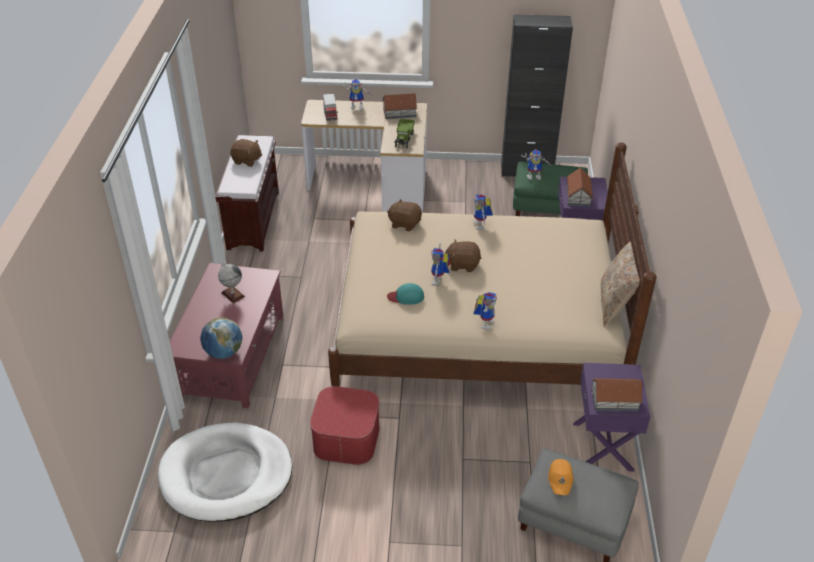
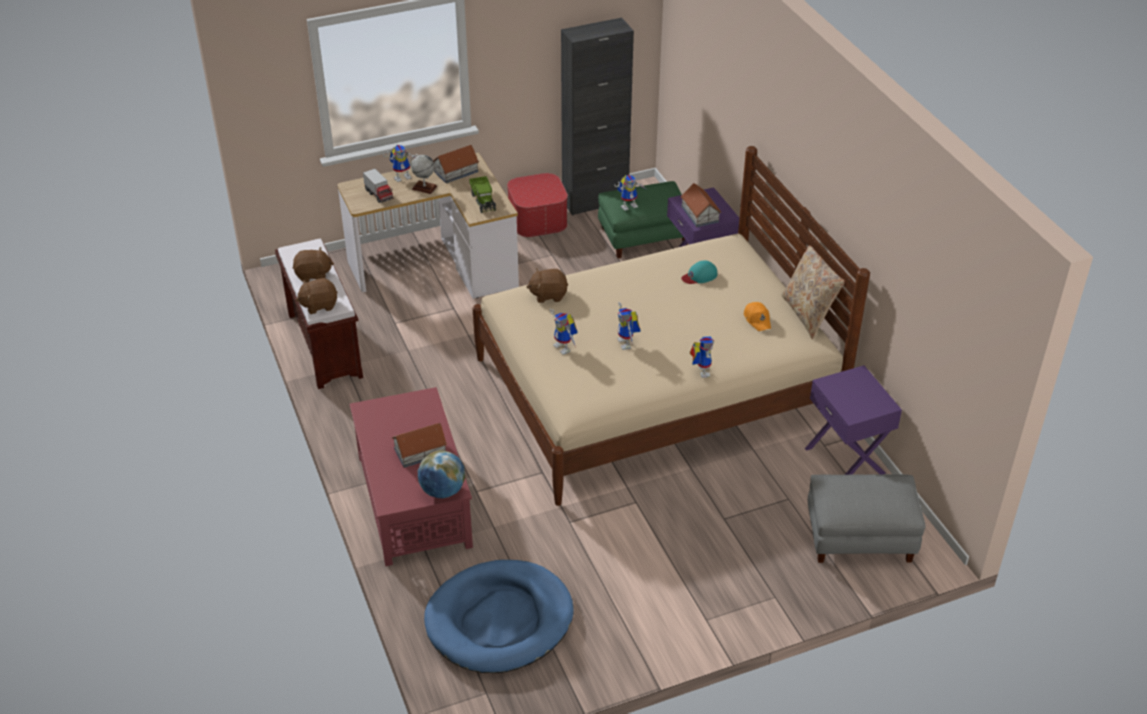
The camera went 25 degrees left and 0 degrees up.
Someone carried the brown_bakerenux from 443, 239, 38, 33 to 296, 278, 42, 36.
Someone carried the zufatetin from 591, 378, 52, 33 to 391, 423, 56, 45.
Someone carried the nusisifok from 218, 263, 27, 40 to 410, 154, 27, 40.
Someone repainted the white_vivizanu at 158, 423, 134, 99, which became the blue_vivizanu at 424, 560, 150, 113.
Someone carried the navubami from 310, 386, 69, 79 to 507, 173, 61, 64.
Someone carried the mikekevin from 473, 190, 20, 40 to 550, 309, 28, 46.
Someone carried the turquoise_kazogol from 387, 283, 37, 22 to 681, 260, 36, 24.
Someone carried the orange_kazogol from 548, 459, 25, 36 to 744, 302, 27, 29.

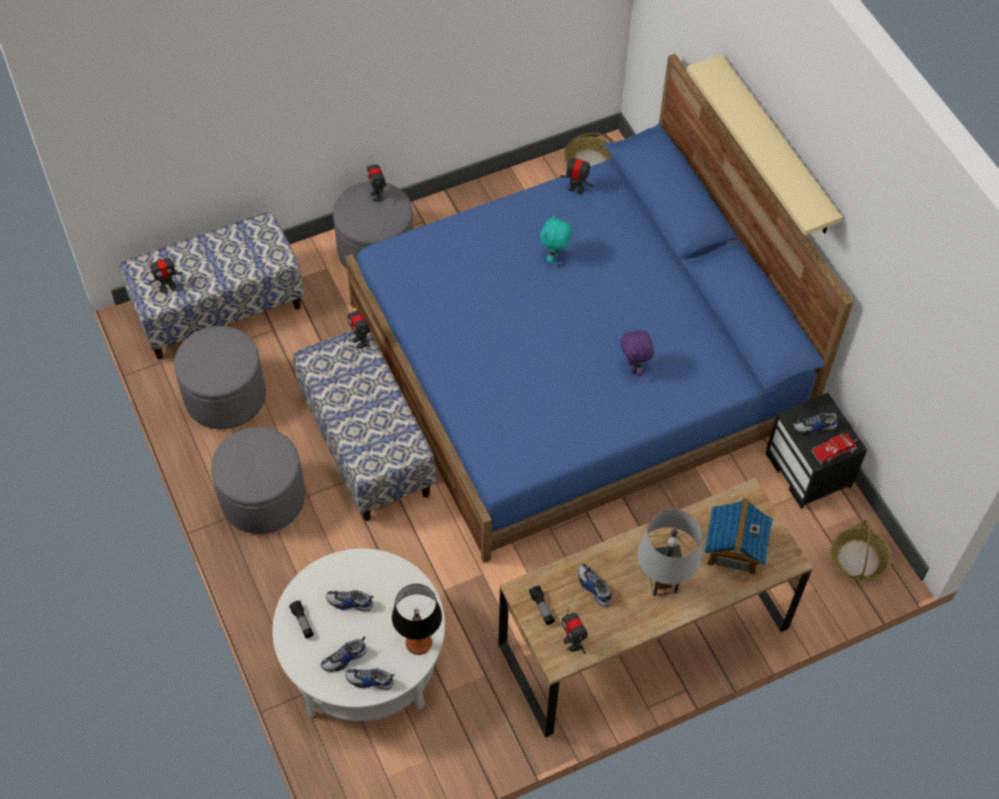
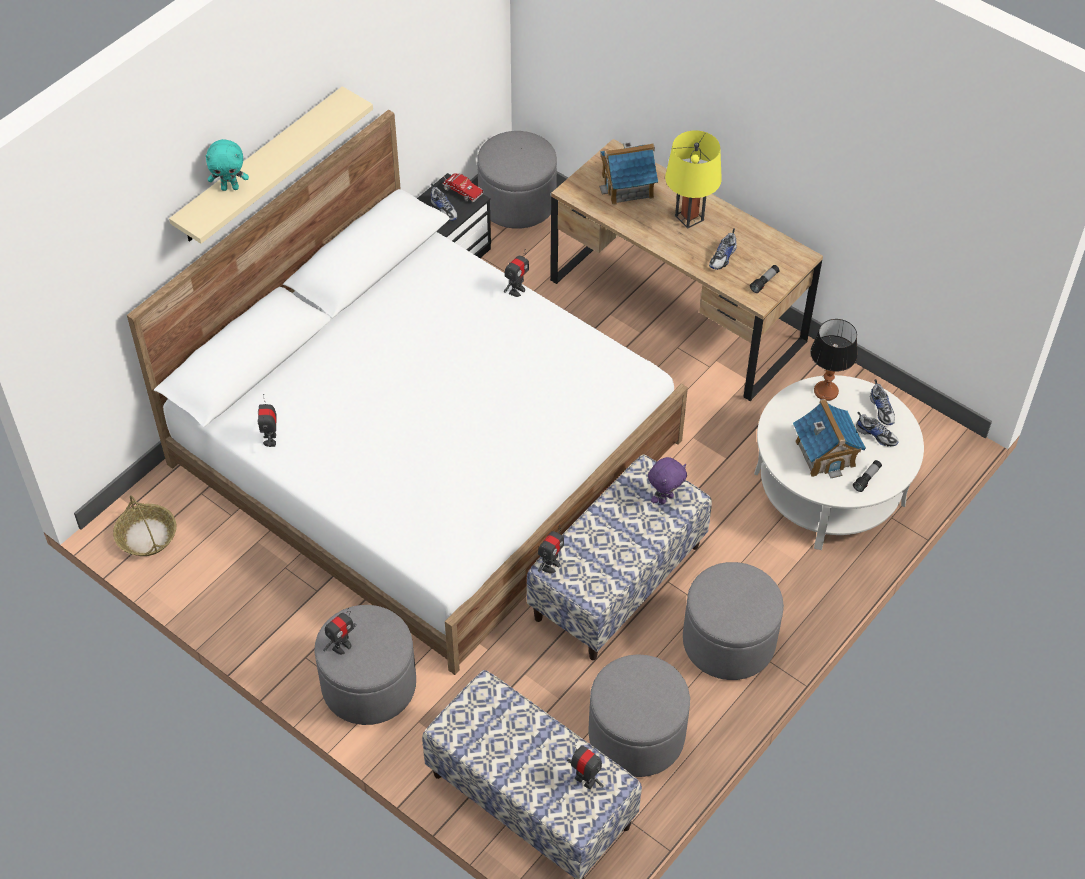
The camera went 115 degrees left and 5 degrees down.
Someone repainted the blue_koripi at 345, 54, 509, 509, which became the white_koripi at 127, 110, 561, 565.
Someone carried the turquoise_bakerenux from 540, 214, 32, 49 to 205, 139, 44, 52.
Someone swapped the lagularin at 831, 519, 61, 62 for the grey_navubami at 477, 131, 80, 98.
Someone carried the mikekevin from 562, 606, 26, 48 to 504, 249, 25, 48.
Someone carried the purple_bakerenux from 620, 330, 34, 46 to 648, 457, 39, 48.
Someone repainted the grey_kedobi at 638, 509, 64, 87, which became the yellow_kedobi at 665, 130, 57, 98.
Someone swapped the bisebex at 326, 590, 47, 22 for the zufatetin at 793, 399, 73, 79.

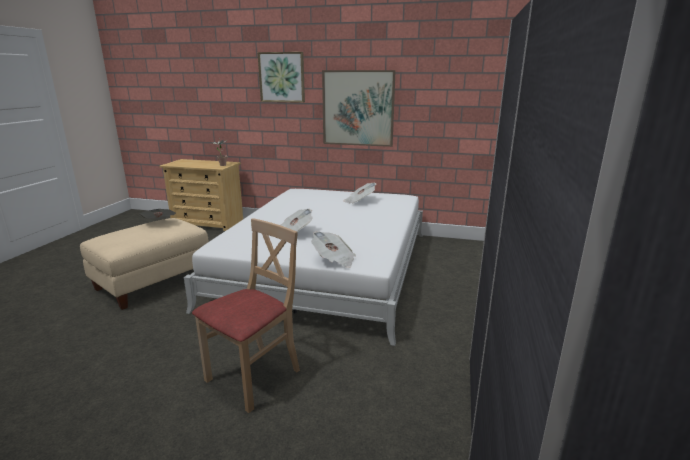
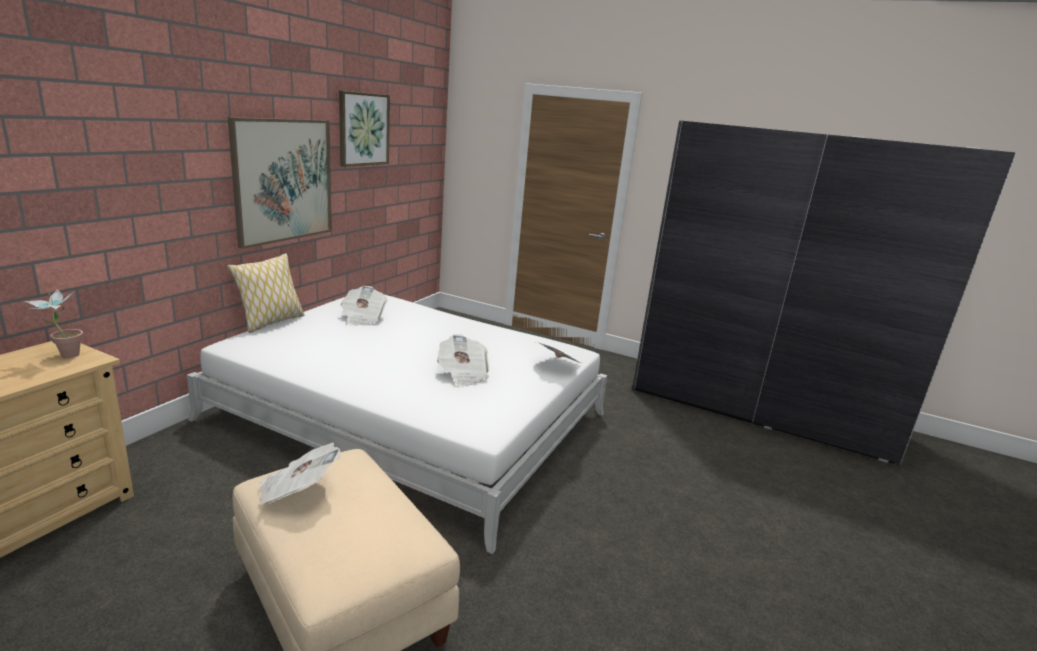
The camera went 80 degrees left and 0 degrees up.
Someone put down the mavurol at 227, 253, 78, 80.
Someone carried the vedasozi from 258, 52, 47, 51 to 339, 90, 51, 77.
Someone took away the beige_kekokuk at 192, 218, 108, 195.

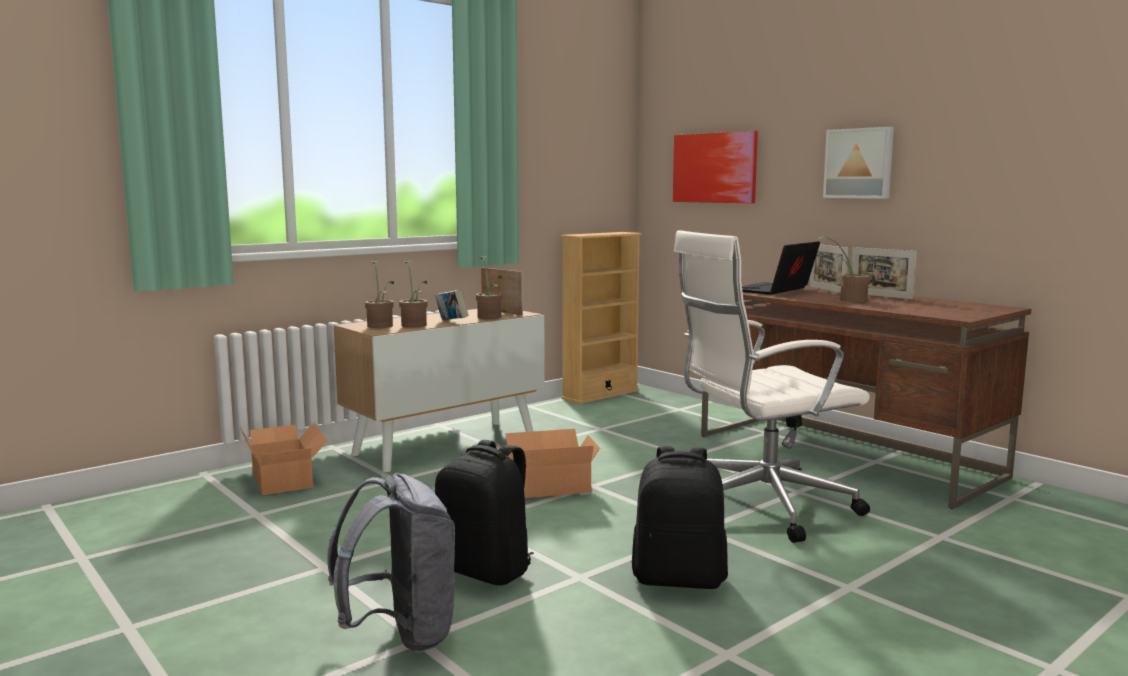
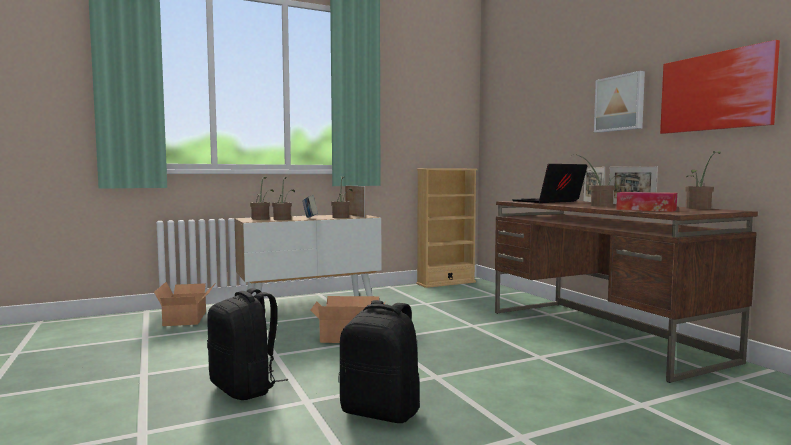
The camera went 15 degrees right and 5 degrees down.
Someone put down the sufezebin at 616, 192, 61, 20.
Someone carried the vedasozi from 673, 131, 85, 72 to 660, 40, 120, 94.
Someone put down the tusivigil at 685, 151, 36, 58.
Someone took away the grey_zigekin at 327, 473, 130, 179.
Someone took away the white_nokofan at 674, 230, 196, 313.

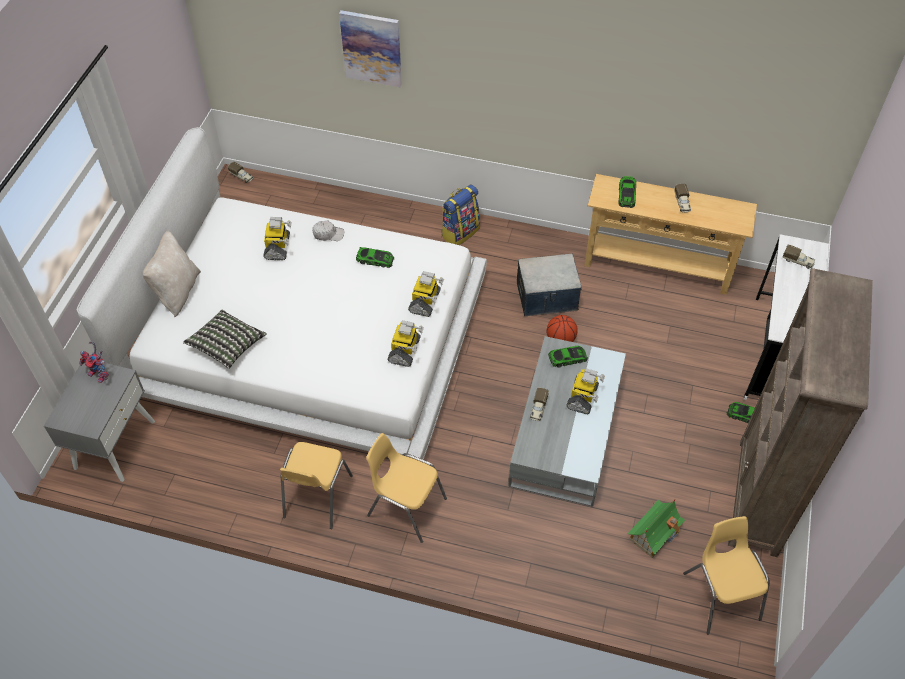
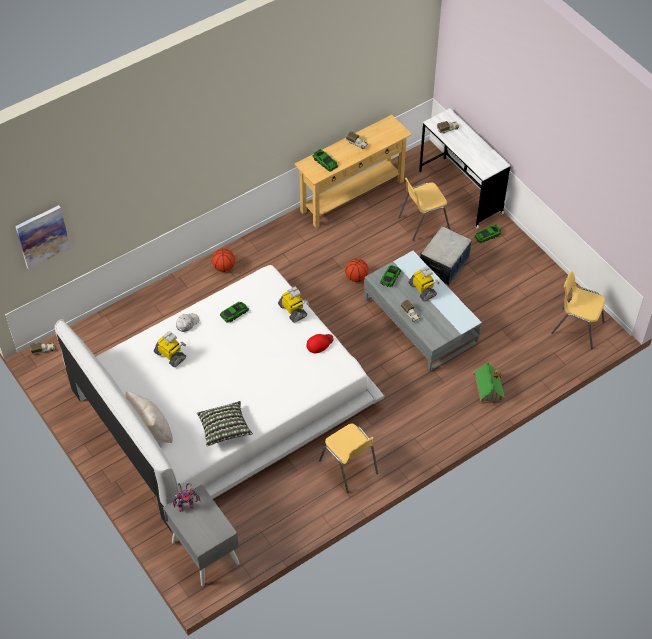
The camera went 50 degrees left and 0 degrees up.
Someone carried the vedasozi from 339, 10, 63, 77 to 15, 205, 56, 65.
Someone swapped the zigekin at 441, 184, 39, 61 for the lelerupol at 212, 249, 23, 23.
Someone swapped the mikekevin at 388, 320, 36, 47 for the red_kazogol at 307, 334, 27, 19.
Someone carried the yellow_kekokuk from 366, 433, 81, 110 to 398, 178, 52, 63.
Someone carried the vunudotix from 517, 254, 65, 62 to 420, 226, 52, 59.
Someone carried the zufatetin from 627, 500, 58, 58 to 473, 360, 32, 44.
Someone took away the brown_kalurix at 728, 268, 145, 289.

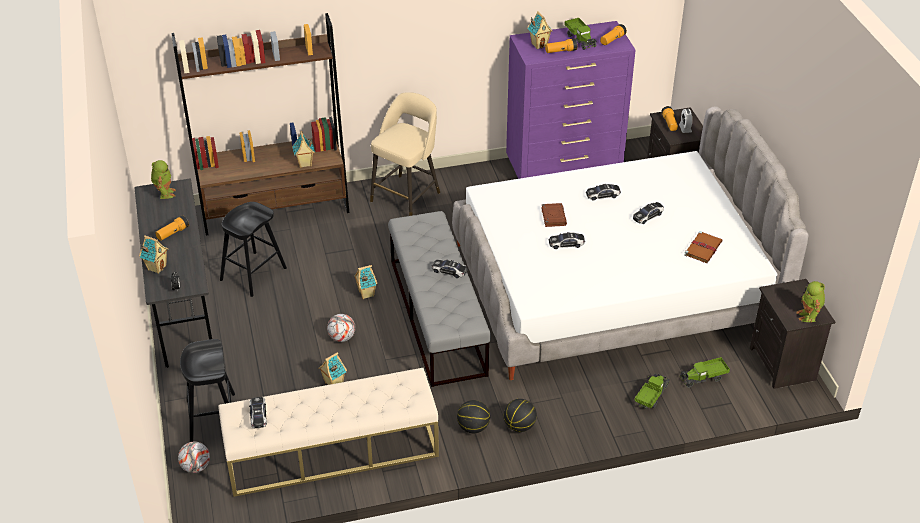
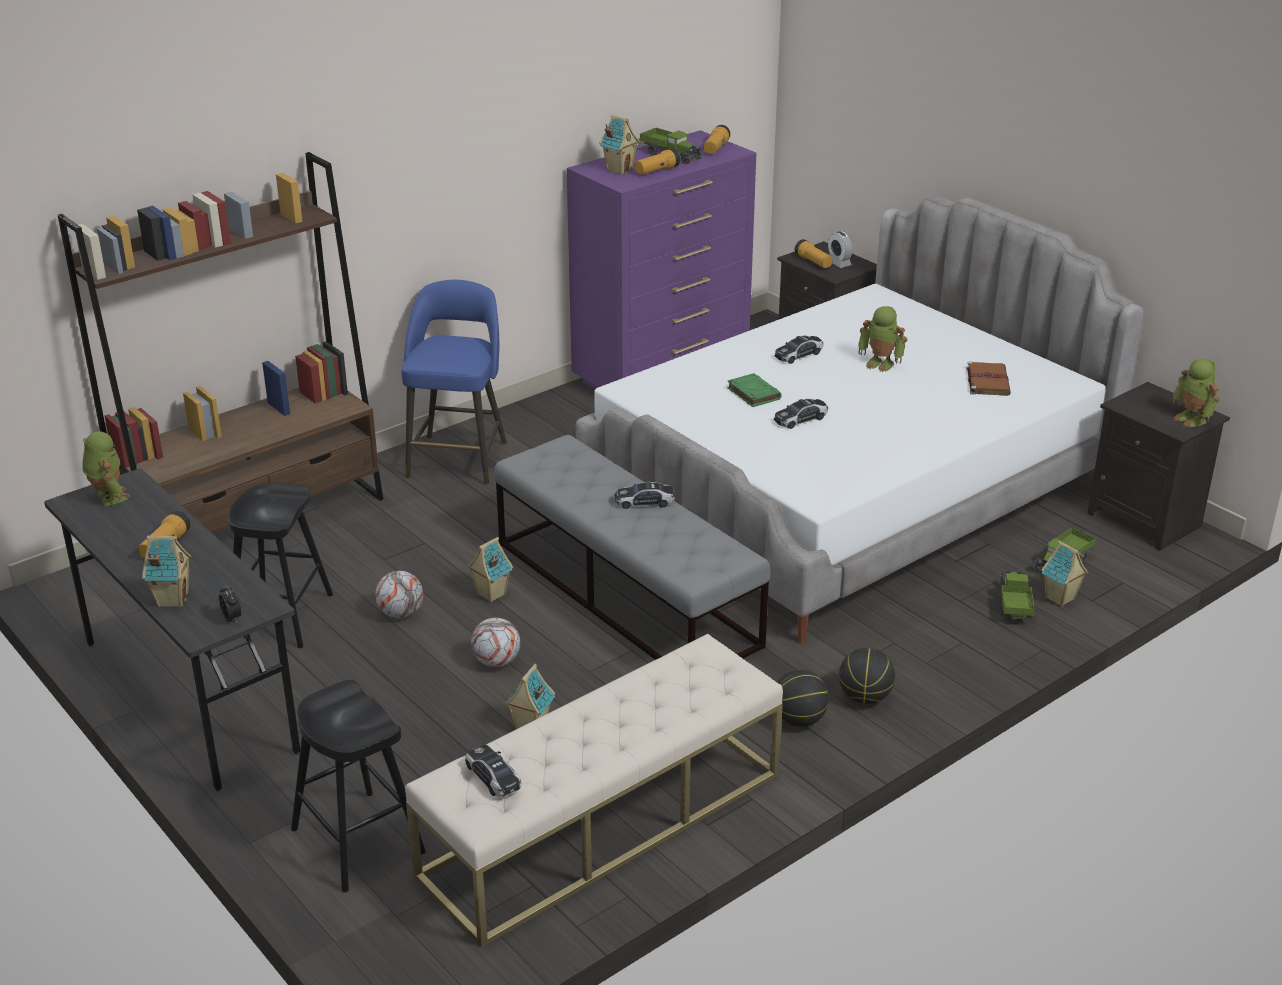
The camera went 25 degrees left and 10 degrees down.
Someone carried the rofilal from 178, 441, 32, 32 to 375, 571, 48, 47.
Someone repainted the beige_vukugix at 370, 92, 70, 124, which became the blue_vukugix at 401, 280, 106, 205.
Someone repainted the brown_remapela at 541, 203, 26, 24, which became the green_remapela at 727, 373, 55, 34.
Someone swapped the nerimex at 633, 202, 31, 22 for the mikekevin at 858, 306, 49, 66.
Someone carried the zufatetin from 292, 131, 23, 37 to 1041, 541, 47, 66.

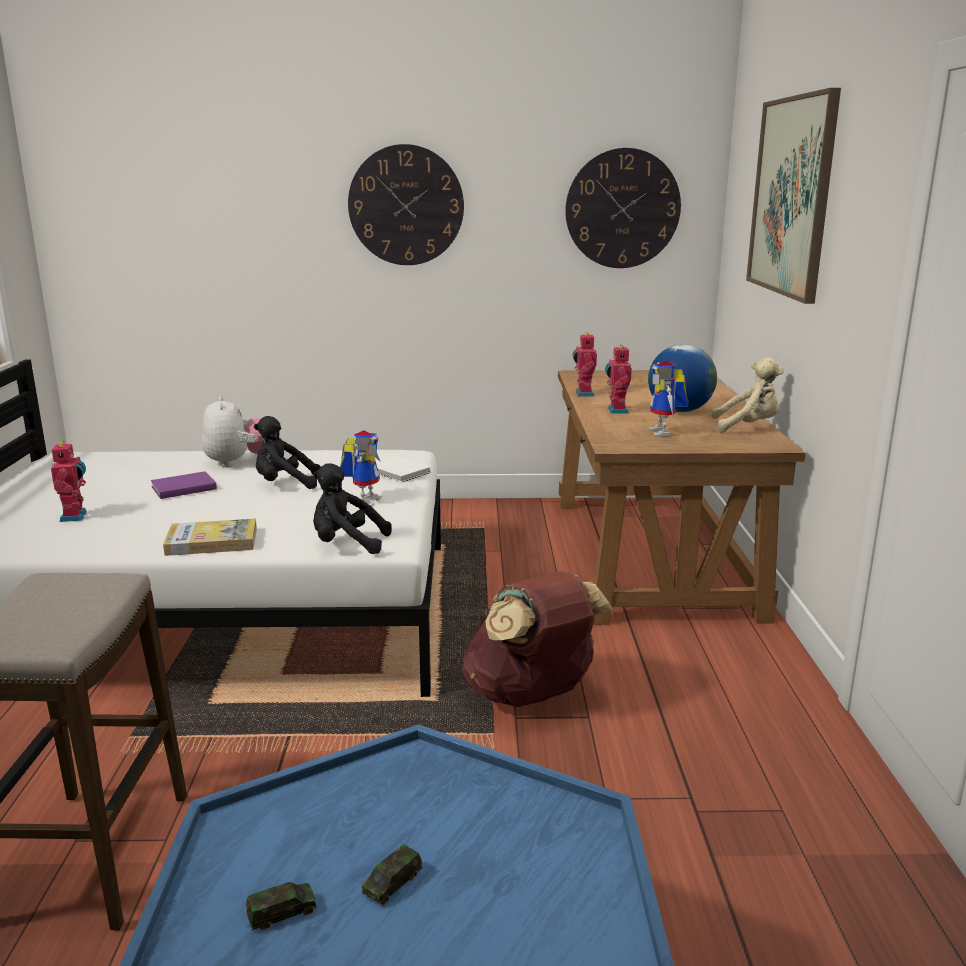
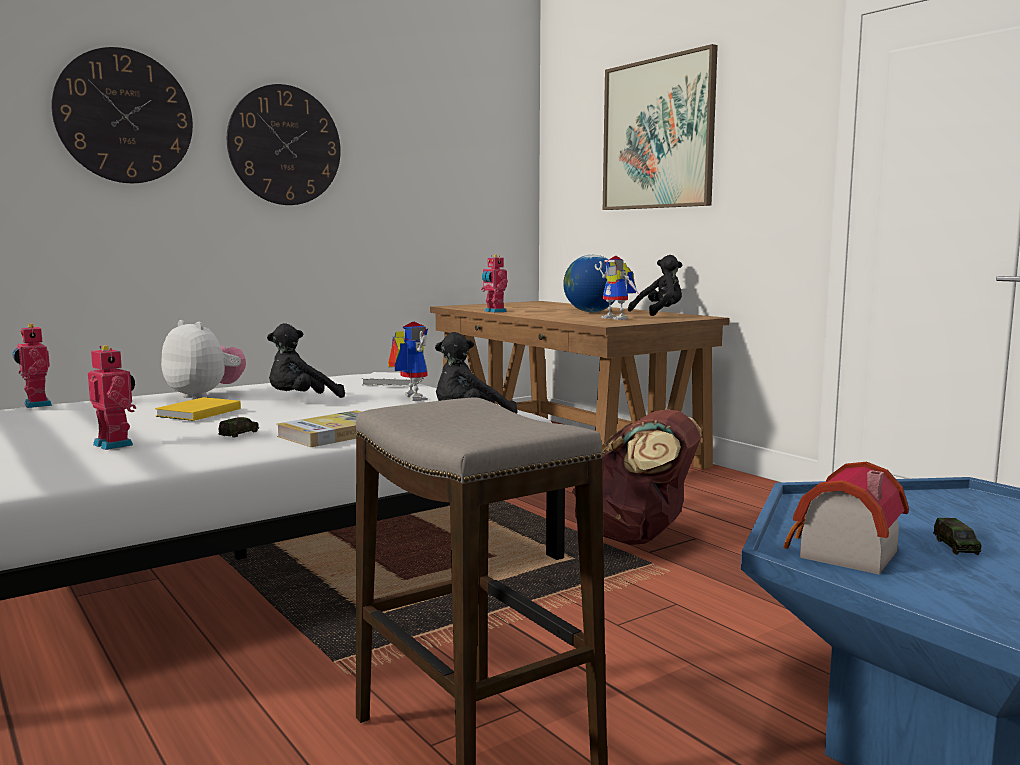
The camera went 35 degrees left and 10 degrees down.
Someone carried the mikekevin from 605, 344, 27, 70 to 12, 324, 40, 84.
Someone carried the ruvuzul from 565, 148, 116, 120 to 51, 47, 142, 136.
Someone repainted the purple_remapela at 151, 471, 66, 28, which became the yellow_remapela at 155, 397, 86, 24.
Someone carried the nerimex from 246, 882, 70, 48 to 219, 417, 40, 21.
Someone repainted the beige_bakerenux at 711, 357, 73, 76, which became the black_bakerenux at 628, 255, 54, 61.
Someone put down the zufatetin at 783, 462, 126, 112.

